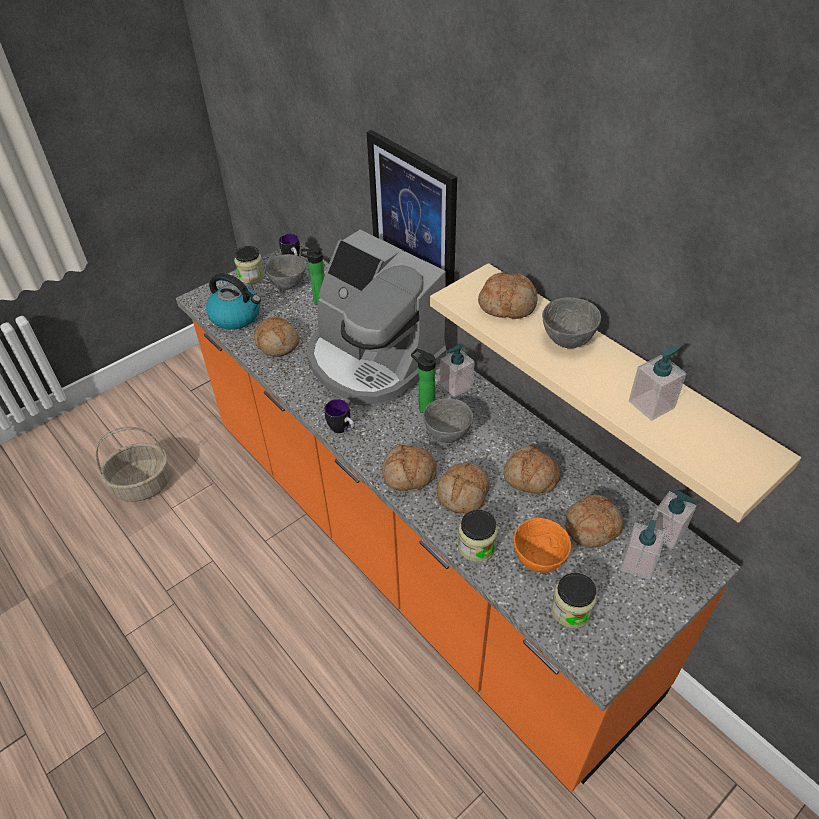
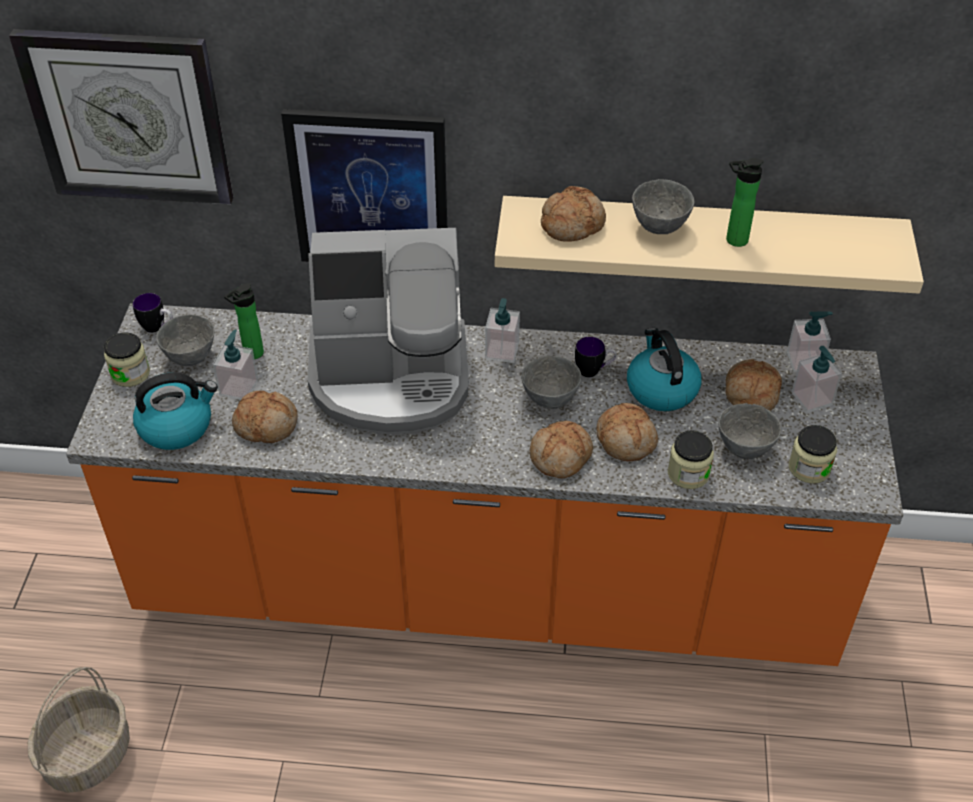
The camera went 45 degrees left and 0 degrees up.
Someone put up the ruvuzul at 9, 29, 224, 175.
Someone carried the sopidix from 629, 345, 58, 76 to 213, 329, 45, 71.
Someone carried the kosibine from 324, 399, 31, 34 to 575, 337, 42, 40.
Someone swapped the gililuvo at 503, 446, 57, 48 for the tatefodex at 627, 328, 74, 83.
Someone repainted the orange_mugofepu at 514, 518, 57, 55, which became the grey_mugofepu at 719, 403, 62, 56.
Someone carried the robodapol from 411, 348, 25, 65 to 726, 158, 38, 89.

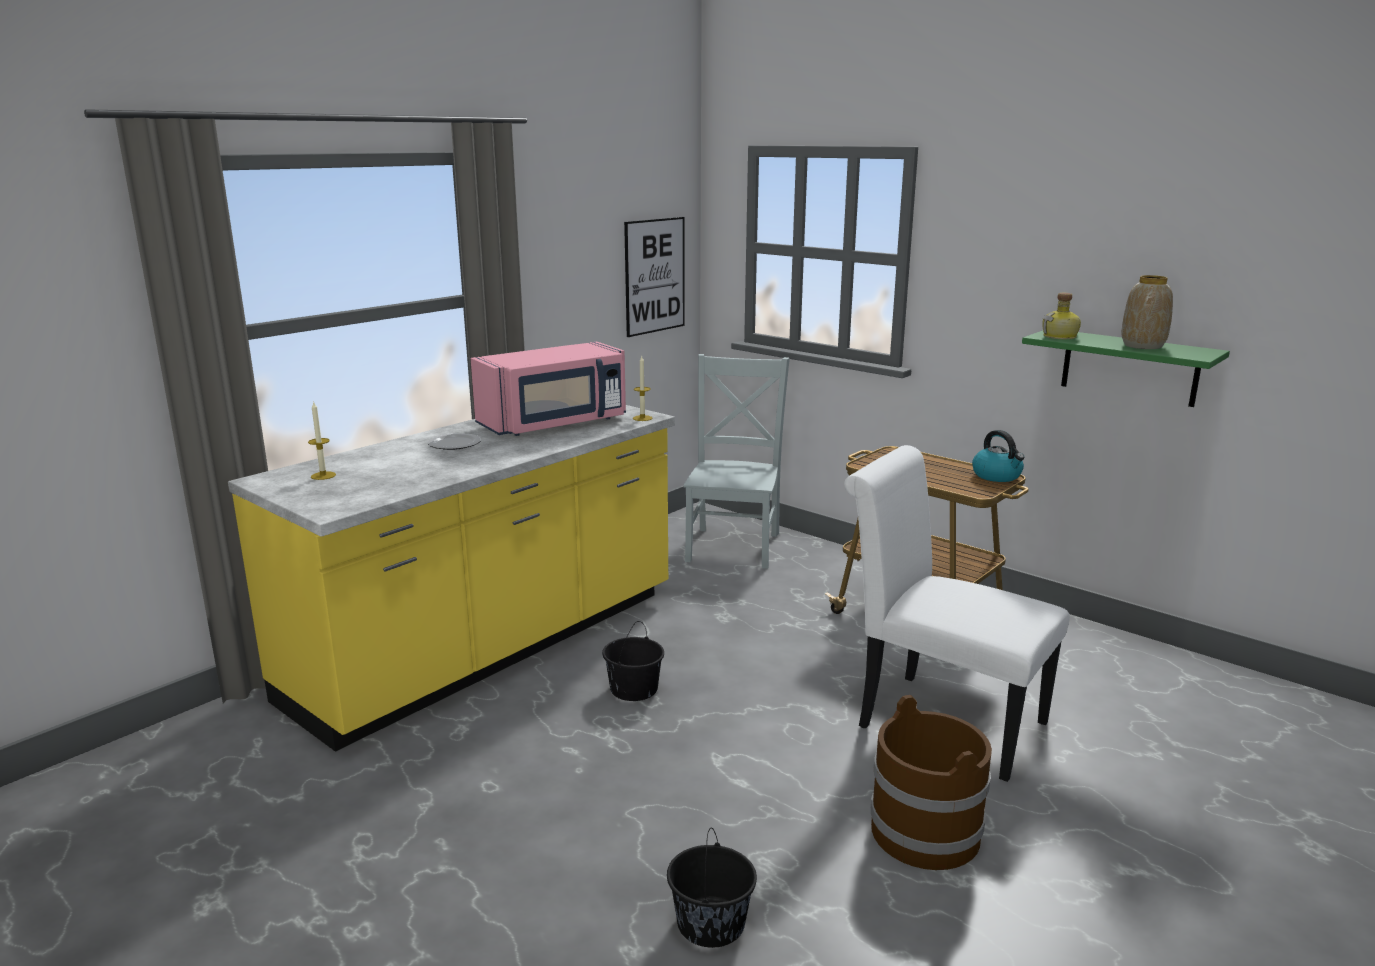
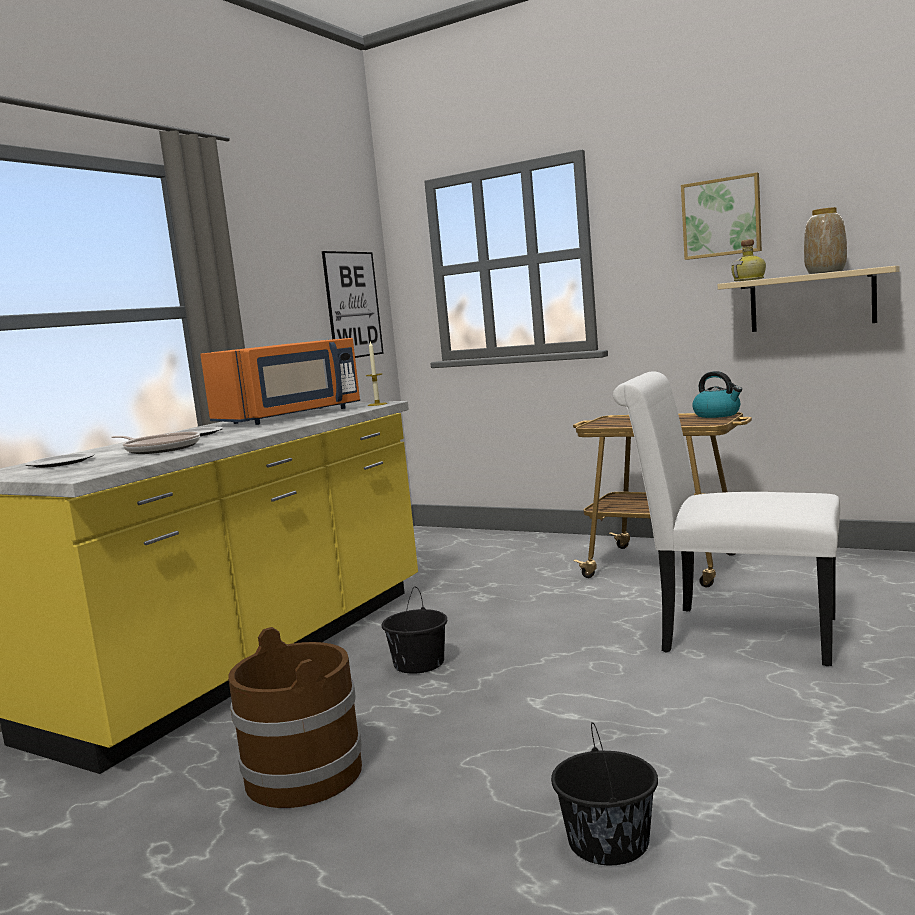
The camera went 10 degrees left and 10 degrees down.
Someone swapped the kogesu at 308, 401, 28, 79 for the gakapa at 25, 453, 69, 15.
Someone put down the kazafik at 111, 432, 89, 22.
Someone repainted the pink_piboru at 471, 342, 155, 94, which became the orange_piboru at 200, 338, 160, 87.
Someone carried the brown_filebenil from 871, 695, 121, 175 to 228, 627, 134, 181.
Someone put up the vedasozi at 681, 172, 81, 88.
Someone repainted the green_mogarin at 1022, 331, 208, 76, which became the beige_mogarin at 718, 266, 182, 66.
Someone took away the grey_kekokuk at 684, 354, 106, 215.

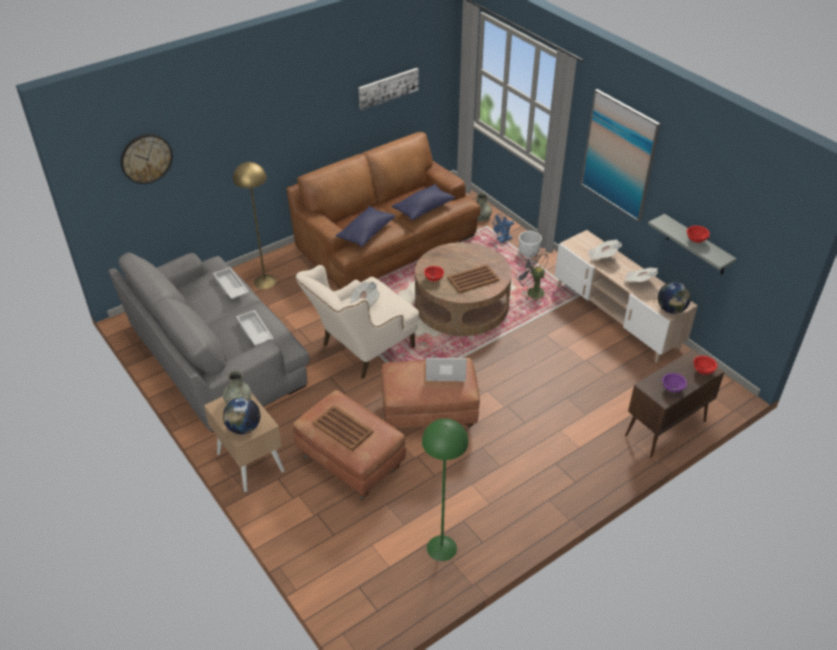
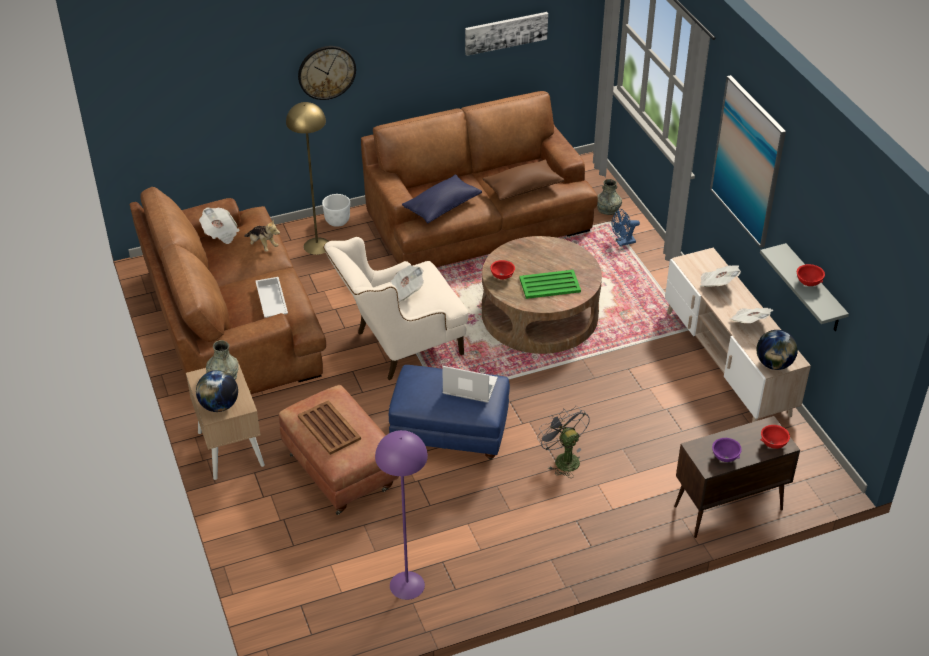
The camera went 15 degrees right and 0 degrees up.
Someone repainted the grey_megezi at 109, 253, 201, 180, which became the brown_megezi at 130, 187, 196, 207.
Someone put down the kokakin at 199, 207, 40, 37.
Someone swapped the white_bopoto at 213, 267, 36, 32 for the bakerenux at 244, 219, 36, 33.
Someone carried the ruvuzul from 121, 134, 52, 50 to 298, 46, 58, 54.
Someone carried the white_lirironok from 519, 231, 23, 26 to 322, 194, 28, 33.
Someone repainted the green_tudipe at 422, 418, 46, 143, which became the purple_tudipe at 375, 430, 53, 170.
Someone repainted the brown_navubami at 381, 358, 99, 72, which became the blue_navubami at 389, 365, 121, 95.
Someone repainted the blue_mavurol at 392, 184, 63, 36, which became the brown_mavurol at 482, 160, 82, 41.
Someone repainted the brown_bopoto at 447, 265, 52, 28, which became the green_bopoto at 519, 270, 62, 29.
Someone carried the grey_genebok from 516, 250, 32, 51 to 537, 406, 53, 72.

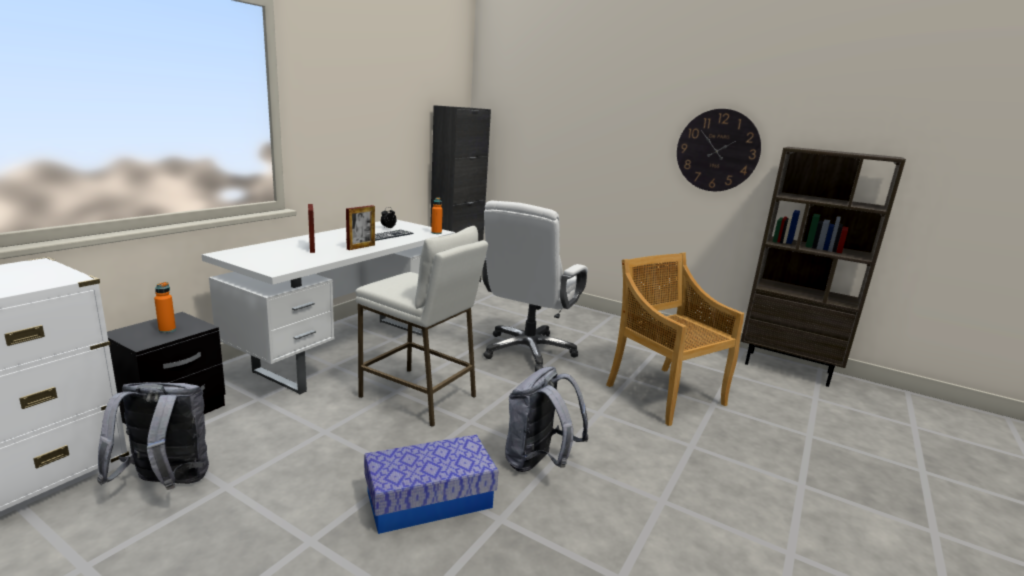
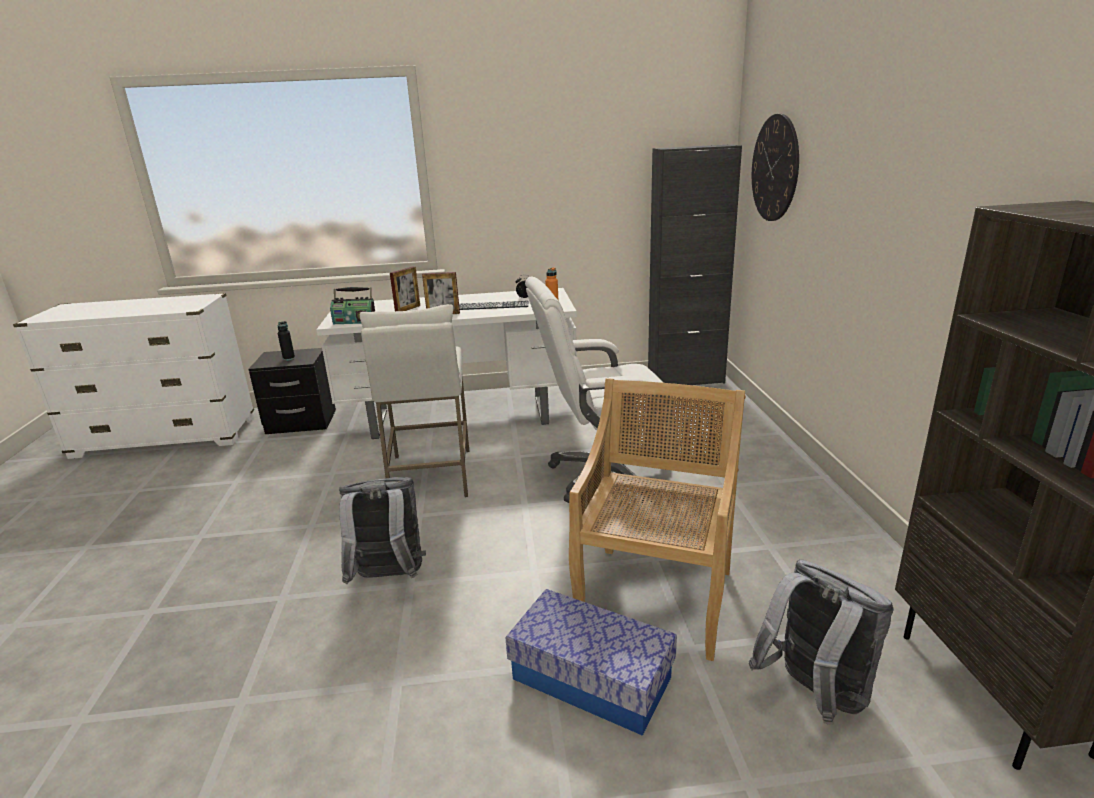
The camera went 55 degrees right and 5 degrees up.
Someone repainted the orange_robodapol at 154, 282, 22, 51, which became the black_robodapol at 278, 321, 17, 40.
Someone put down the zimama at 330, 287, 45, 37.
Someone carried the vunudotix from 364, 434, 135, 100 to 506, 589, 171, 147.
Someone carried the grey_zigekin from 97, 382, 112, 108 to 749, 559, 145, 166.
Someone carried the ruvuzul from 677, 109, 84, 82 to 752, 114, 47, 107.

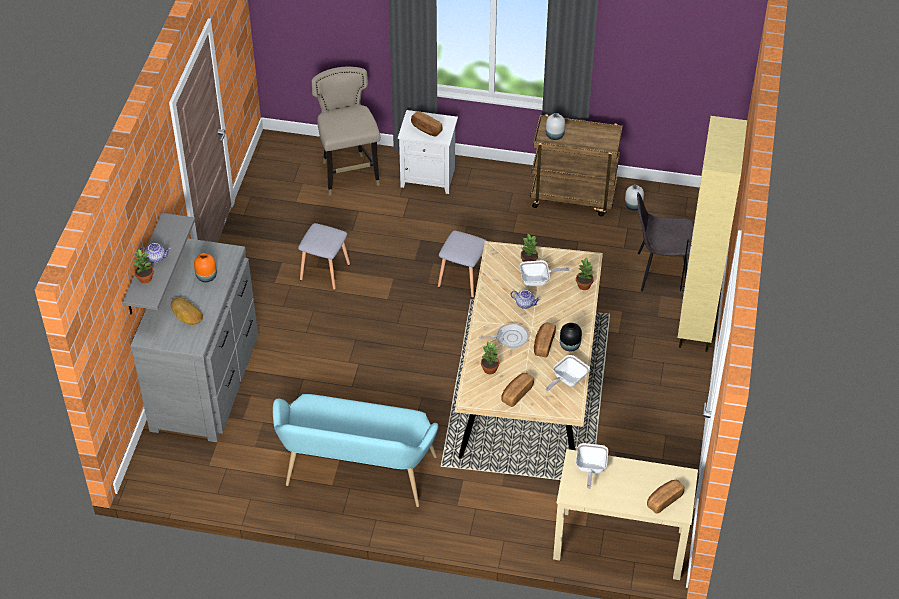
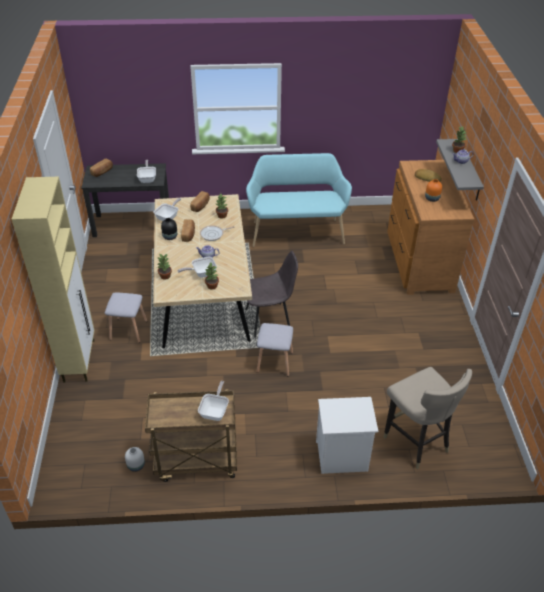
The camera went 165 degrees right and 5 degrees down.
Someone repainted the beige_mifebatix at 553, 449, 145, 131, which became the black_mifebatix at 81, 163, 88, 74.
Someone carried the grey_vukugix from 298, 223, 52, 67 to 105, 292, 42, 51.
Someone swapped the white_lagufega at 546, 113, 19, 27 for the kazafik at 198, 381, 31, 40.
Someone carried the grey_kekokuk from 637, 192, 57, 99 to 246, 251, 52, 86.
Someone repainted the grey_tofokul at 130, 239, 128, 203, which became the brown_tofokul at 387, 160, 88, 135.
Someone took away the gililuvo at 411, 111, 32, 25.

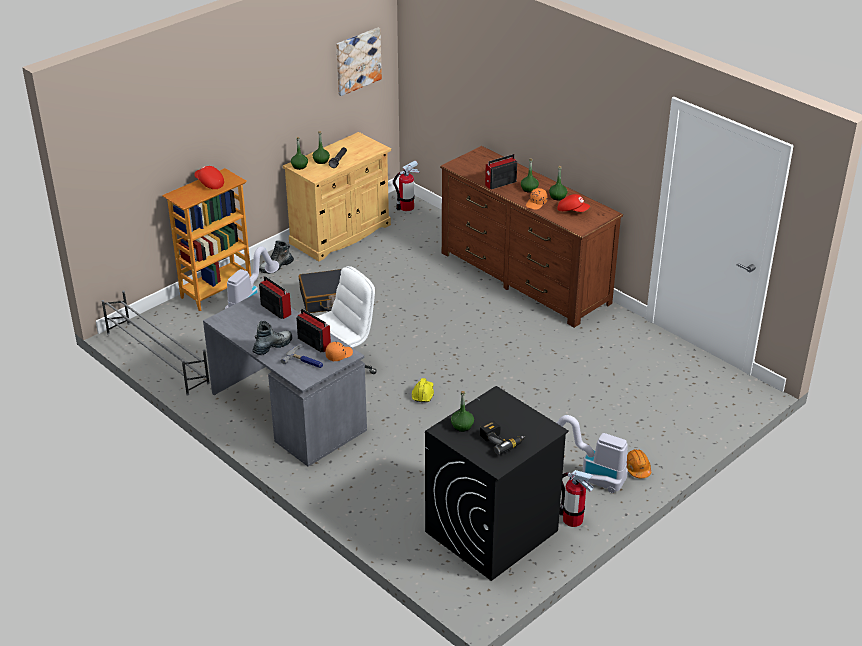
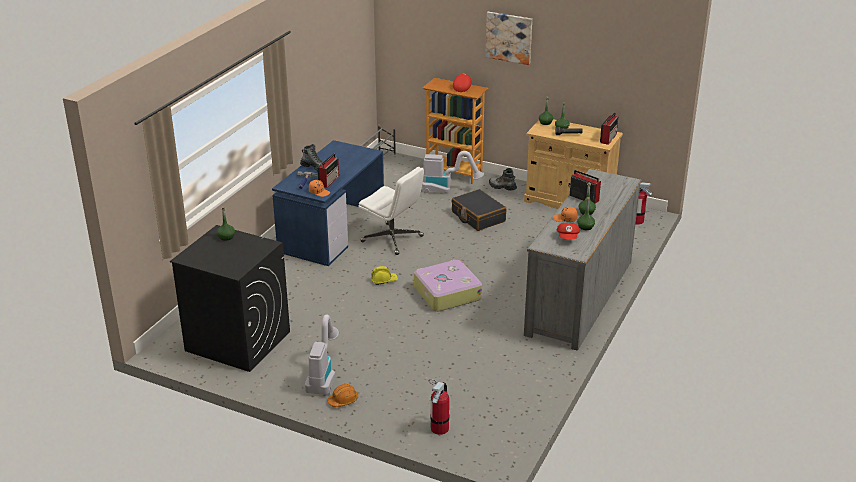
The camera went 70 degrees right and 5 degrees down.
Someone repainted the grey_mifebatix at 203, 292, 164, 175, which became the blue_mifebatix at 272, 140, 112, 126.
Someone put down the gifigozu at 414, 260, 68, 51.
Someone carried the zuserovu from 559, 470, 34, 57 to 429, 379, 21, 56.
Someone carried the vedasozi from 336, 28, 46, 68 to 485, 12, 47, 53.
Someone repainted the brown_tofokul at 440, 146, 183, 182, which became the grey_tofokul at 524, 169, 118, 182.
Someone carried the zimama from 259, 276, 32, 43 to 600, 113, 18, 32.
Someone took away the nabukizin at 480, 421, 46, 34.

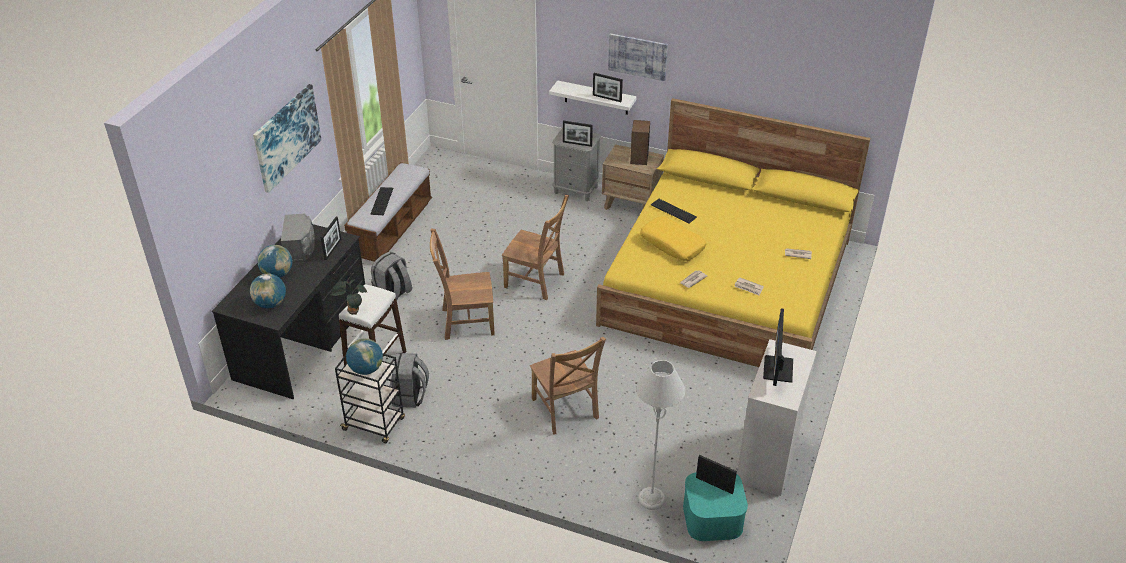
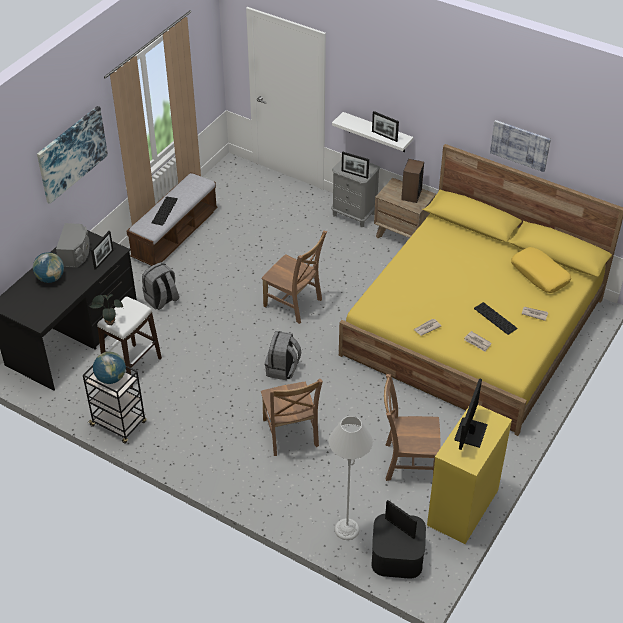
The camera went 10 degrees right and 5 degrees up.
Someone carried the grey_zigekin from 389, 353, 40, 55 to 265, 331, 36, 49.
Someone repainted the turquoise_vunudotix at 683, 472, 65, 69, which became the black_vunudotix at 372, 514, 54, 65.
Someone carried the brown_kekokuk from 430, 229, 65, 111 to 384, 374, 57, 107.
Someone repainted the white_tofokul at 737, 339, 80, 157, which became the yellow_tofokul at 427, 405, 85, 139.
Someone carried the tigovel from 651, 199, 46, 24 to 474, 302, 44, 33.
Someone carried the vedasozi from 608, 33, 60, 48 to 490, 120, 61, 52.
Someone carried the yellow_mavurol from 640, 217, 66, 44 to 511, 247, 60, 46.
Someone took away the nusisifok at 250, 274, 36, 35.

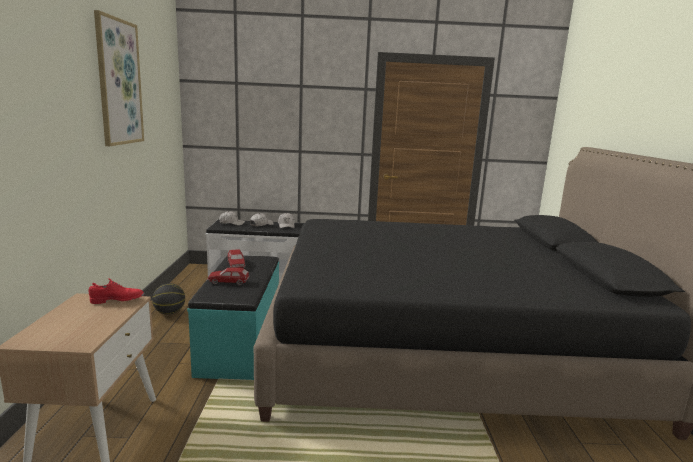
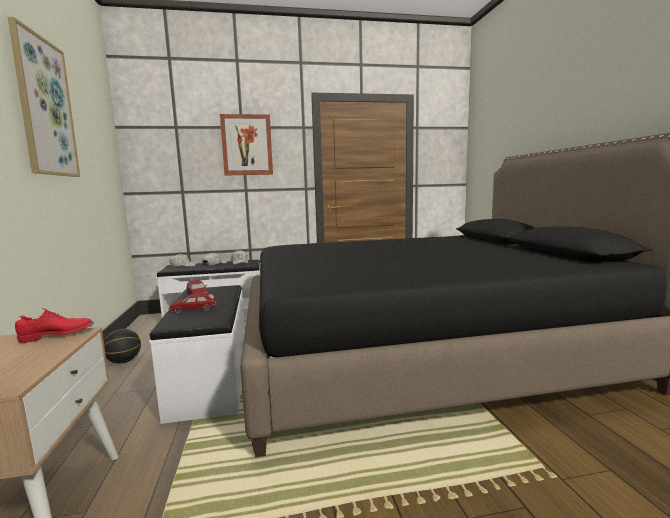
The camera went 10 degrees left and 5 degrees down.
Someone repainted the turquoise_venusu at 187, 255, 92, 125, which became the white_venusu at 149, 285, 96, 139.
Someone put up the vedasozi at 220, 114, 53, 62.

